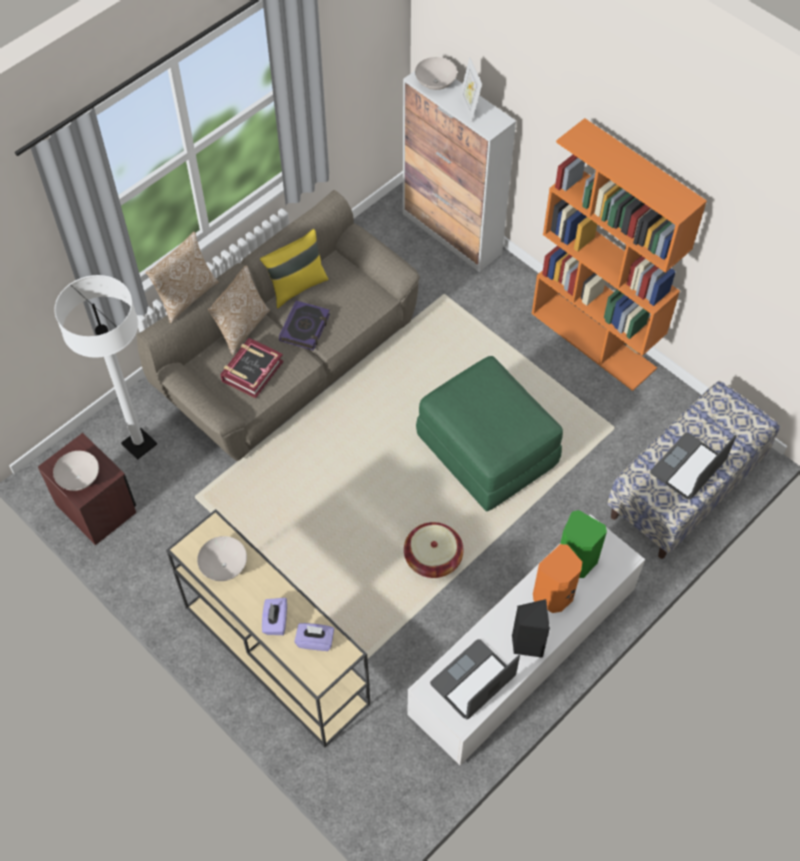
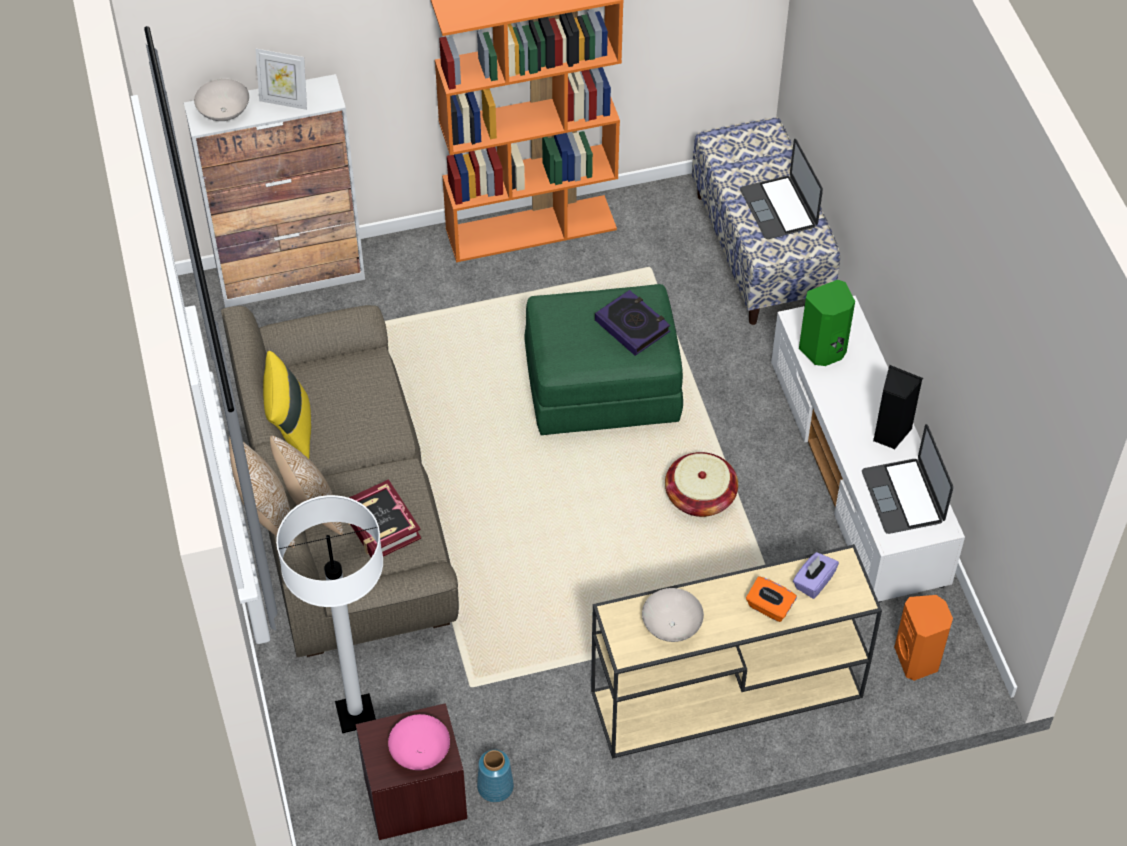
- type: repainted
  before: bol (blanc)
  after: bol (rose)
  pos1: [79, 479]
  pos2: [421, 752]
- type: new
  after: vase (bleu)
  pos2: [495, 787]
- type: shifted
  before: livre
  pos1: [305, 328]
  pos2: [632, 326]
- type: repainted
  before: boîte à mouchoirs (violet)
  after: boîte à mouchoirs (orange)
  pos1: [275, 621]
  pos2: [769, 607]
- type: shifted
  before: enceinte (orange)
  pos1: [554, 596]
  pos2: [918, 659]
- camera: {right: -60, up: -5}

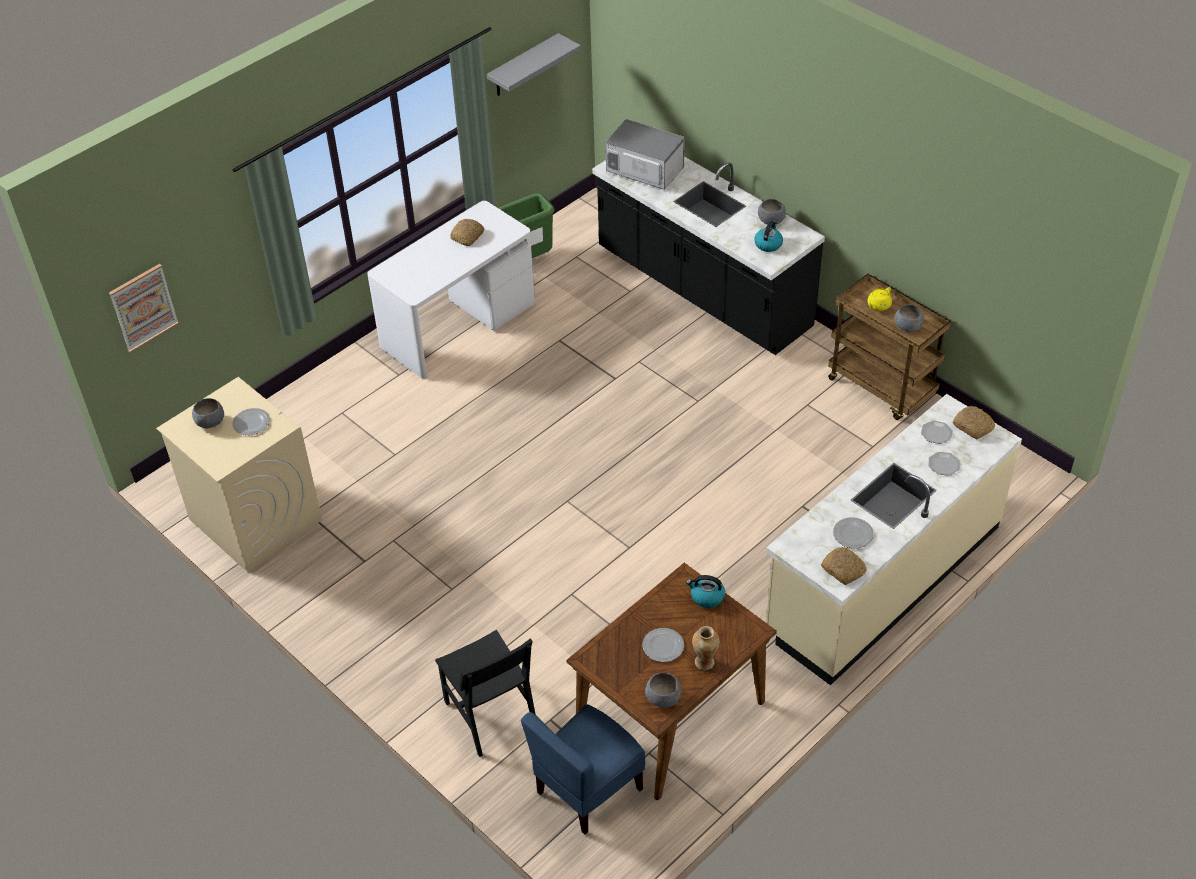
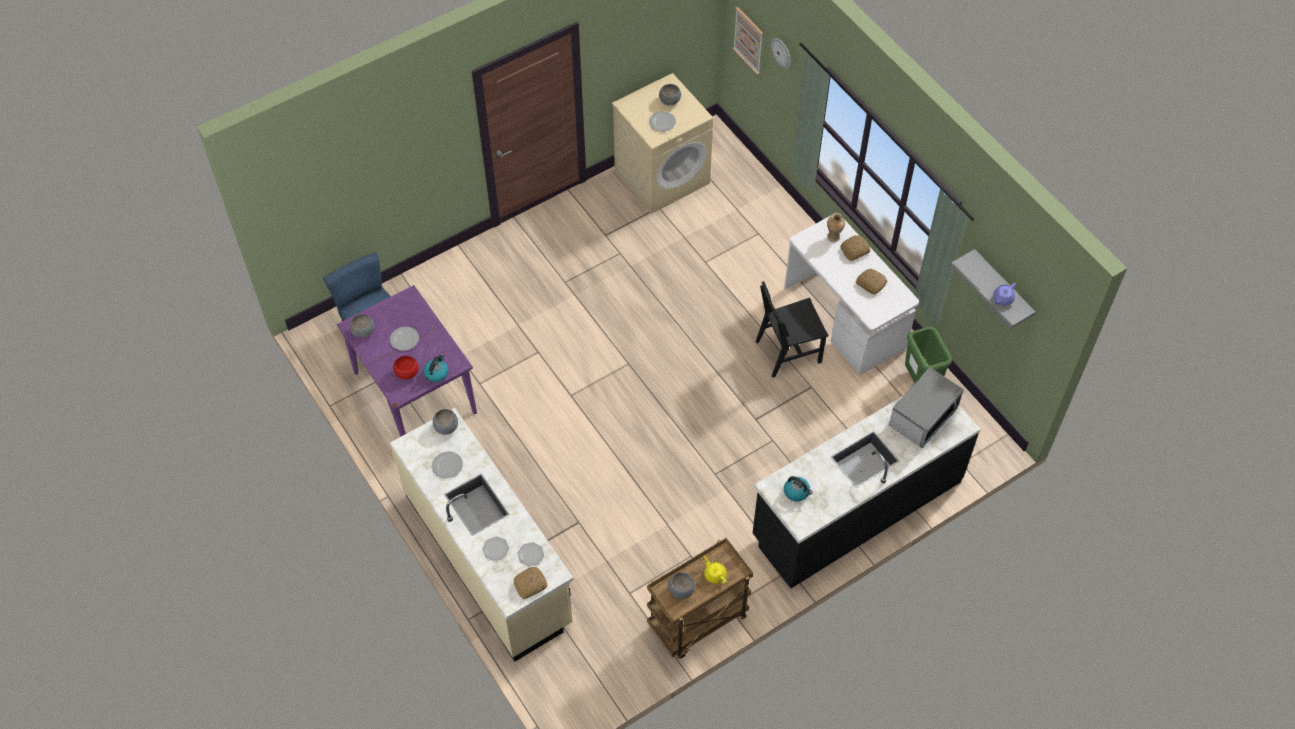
- type: repainted
  before: table à manger (marron)
  after: table à manger (violet)
  pos1: [671, 715]
  pos2: [415, 392]
- type: new
  after: bol (rouge)
  pos2: [407, 373]
- type: shifted
  before: bol (gris)
  pos1: [771, 220]
  pos2: [446, 427]
- type: shifted
  before: chaise (noir)
  pos1: [490, 714]
  pos2: [788, 351]
- type: new
  after: horloge murale
  pos2: [781, 52]
- type: shifted
  before: vase
  pos1: [705, 662]
  pos2: [833, 237]
- type: shifted
  before: pain
  pos1: [844, 569]
  pos2: [854, 251]
- type: new
  after: théière (violet)
  pos2: [1002, 299]
- camera: {right: 100, up: 10}

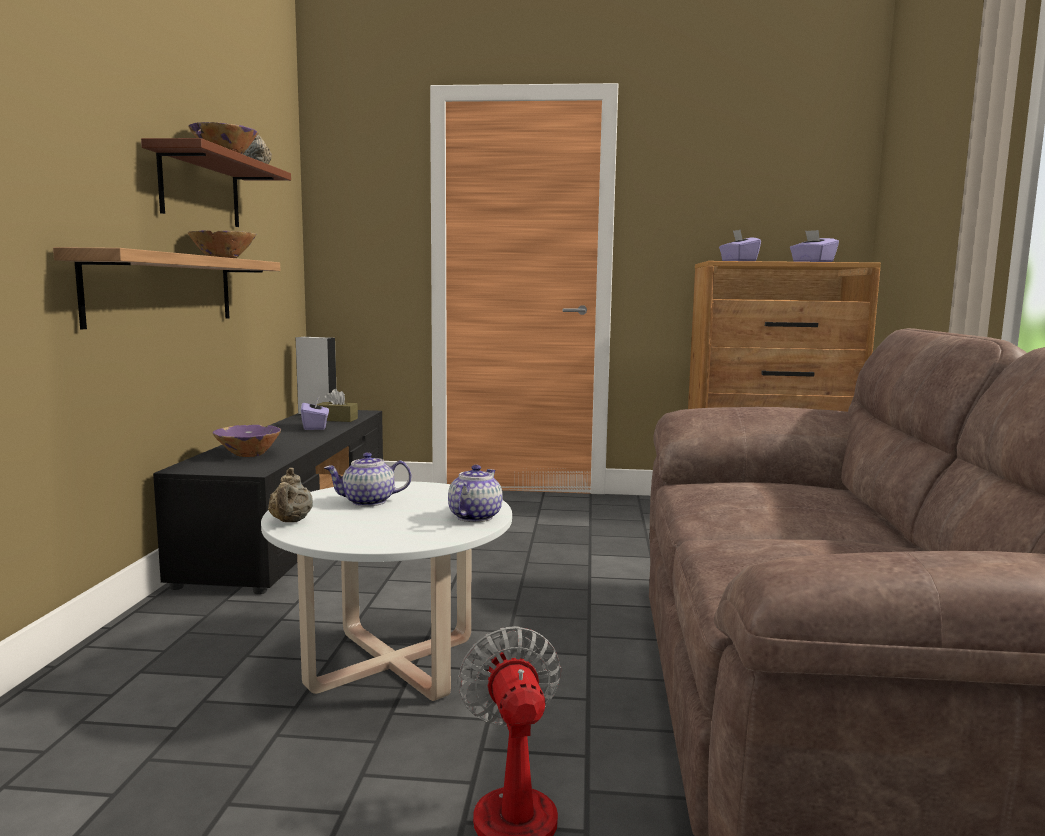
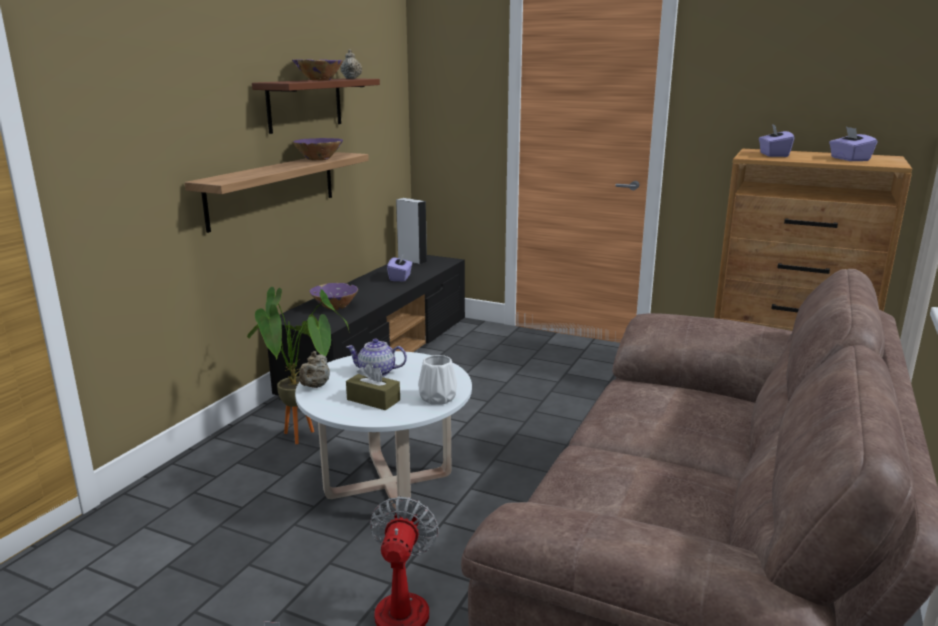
- type: new
  after: plante en pot
  pos2: [303, 438]
- type: shifted
  before: boîte à mouchoirs (marron)
  pos1: [337, 419]
  pos2: [373, 400]
- type: swapped
  before: théière
  after: vase (blanc)
  pos1: [474, 516]
  pos2: [436, 398]
- camera: {right: 20, up: 10}

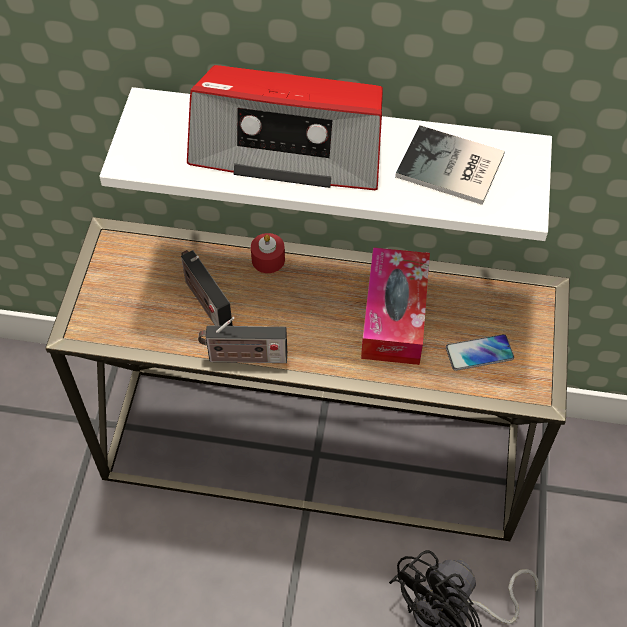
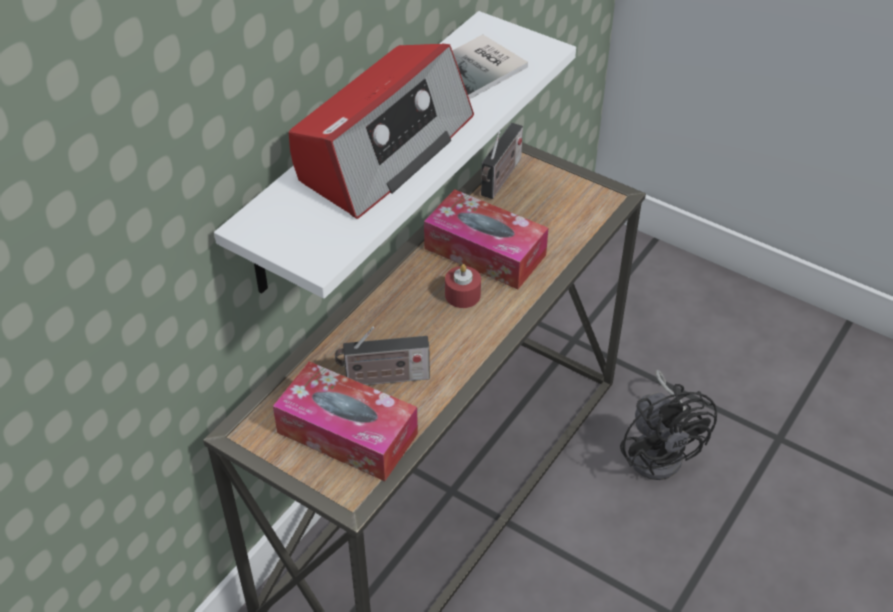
- type: new
  after: boîte à mouchoirs
  pos2: [347, 433]
- type: shifted
  before: bougie (rouge)
  pos1: [268, 259]
  pos2: [462, 295]
- type: shifted
  before: radio
  pos1: [244, 357]
  pos2: [500, 179]
- type: gone
  before: téléphone
  pos1: [479, 353]
- camera: {right: -65, up: -10}

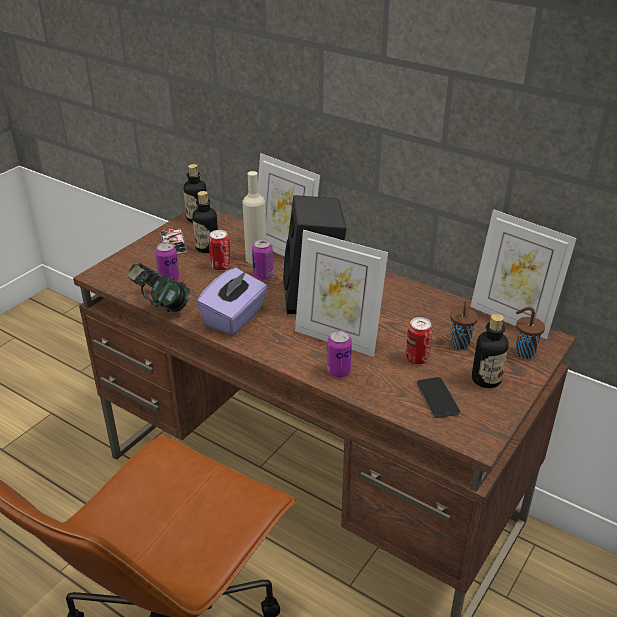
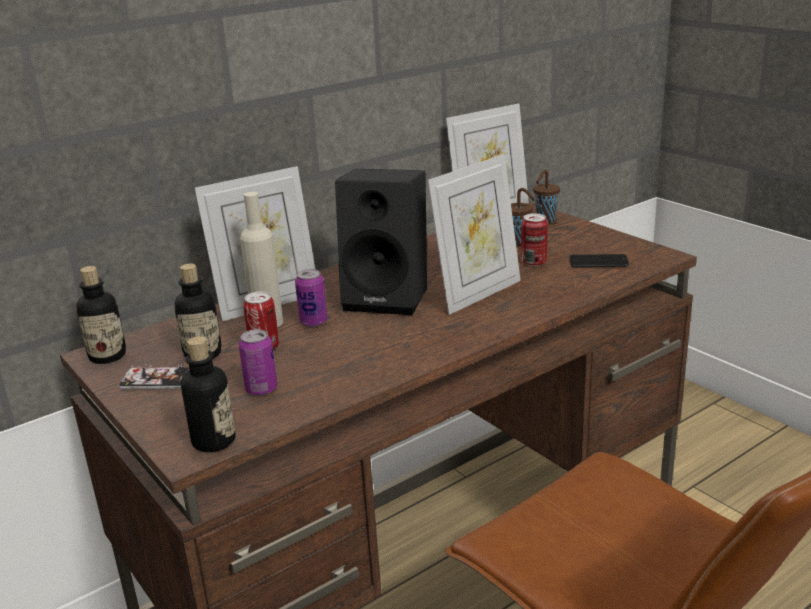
- type: shifted
  before: bouteille
  pos1: [486, 379]
  pos2: [214, 441]
- type: gone
  before: casque audio
  pos1: [160, 305]
- type: gone
  before: boîte à mouchoirs (violet)
  pos1: [235, 318]
- type: gone
  before: boîte métallique
  pos1: [338, 371]
- camera: {right: -70, up: -10}

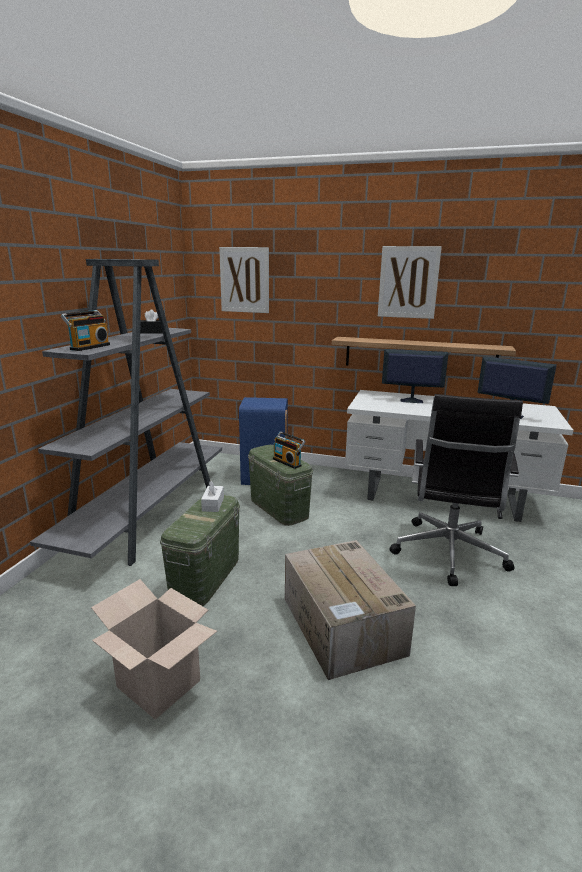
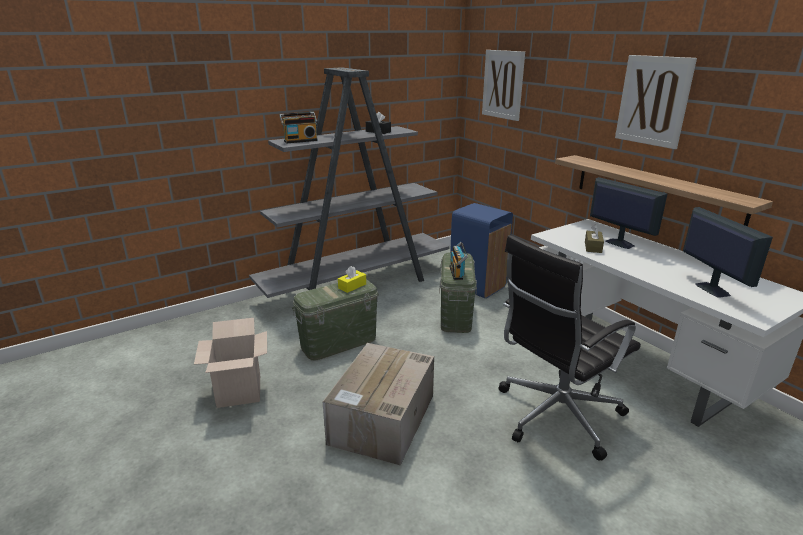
- type: repainted
  before: boîte à mouchoirs (blanc)
  after: boîte à mouchoirs (jaune)
  pos1: [213, 504]
  pos2: [352, 286]
- type: new
  after: boîte à mouchoirs (marron)
  pos2: [593, 247]
- camera: {right: 40, up: 5}

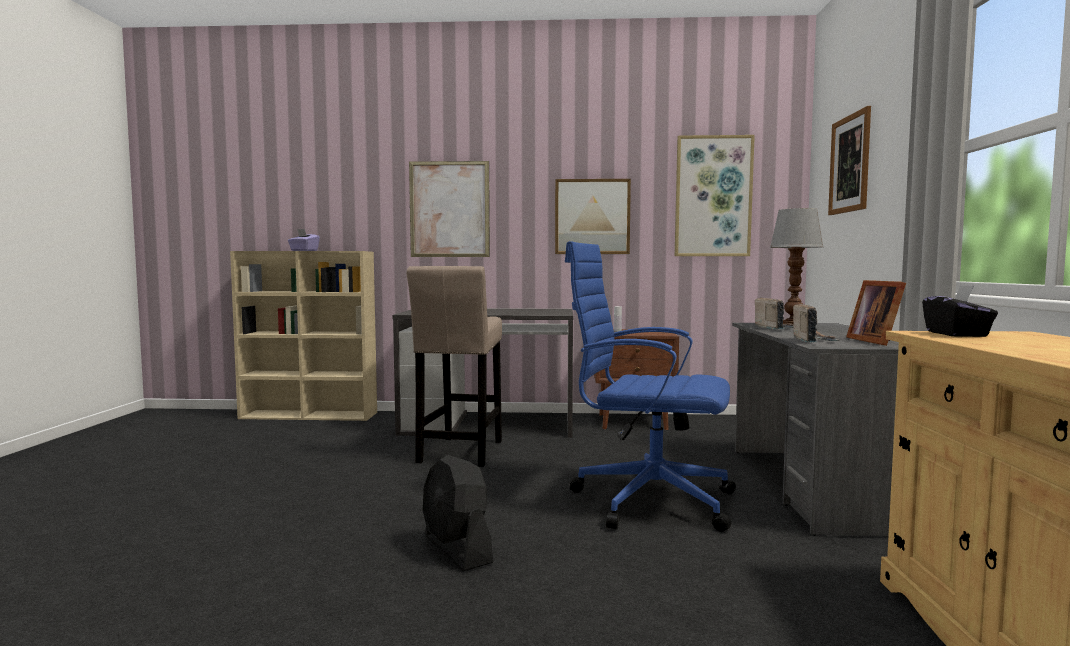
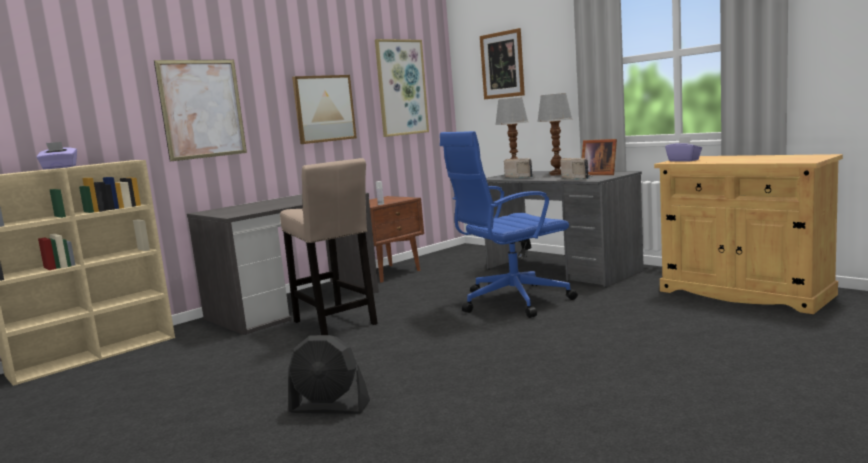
- type: shifted
  before: ventilateur (noir)
  pos1: [457, 549]
  pos2: [330, 407]
- type: new
  after: lampe de table
  pos2: [557, 174]
- type: repainted
  before: boîte à mouchoirs (noir)
  after: boîte à mouchoirs (violet)
  pos1: [957, 334]
  pos2: [684, 160]
- camera: {right: -45, up: 5}

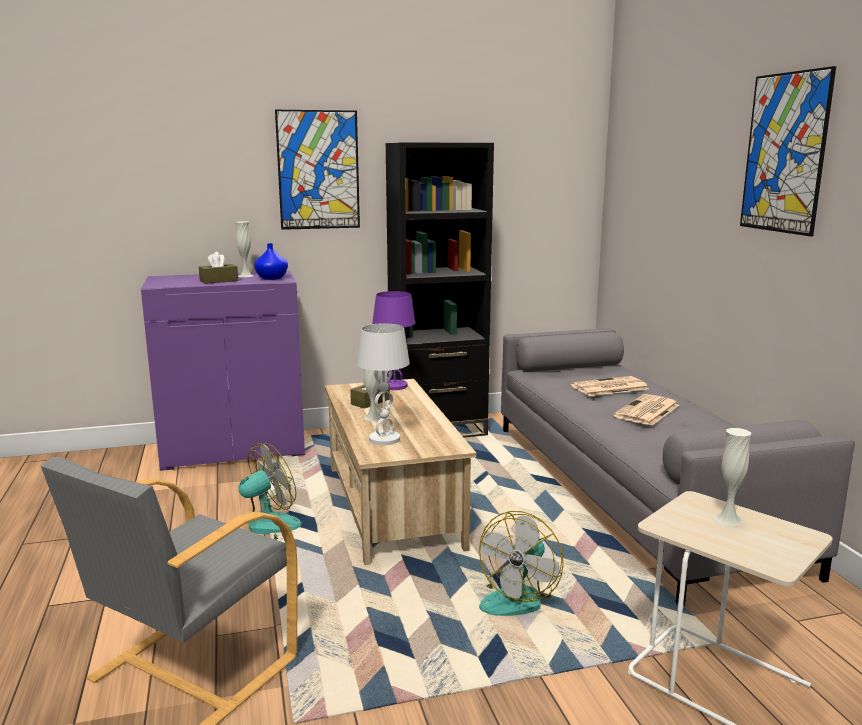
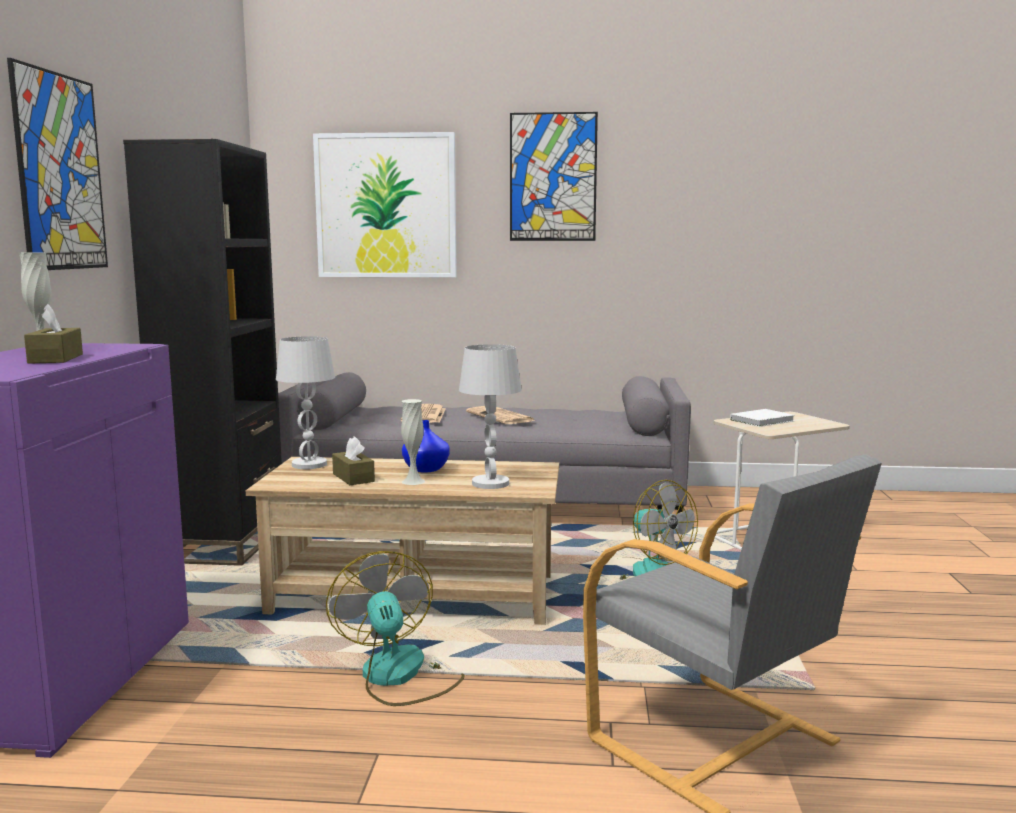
- type: repainted
  before: lampe de table (violet)
  after: lampe de table (blanc)
  pos1: [395, 386]
  pos2: [309, 464]
- type: new
  after: tableau
  pos2: [386, 206]
- type: shifted
  before: vase (bleu)
  pos1: [272, 278]
  pos2: [425, 469]
- type: swapped
  before: vase (blanc)
  after: livre (blanc)
  pos1: [728, 519]
  pos2: [764, 420]
- camera: {right: -70, up: -5}

